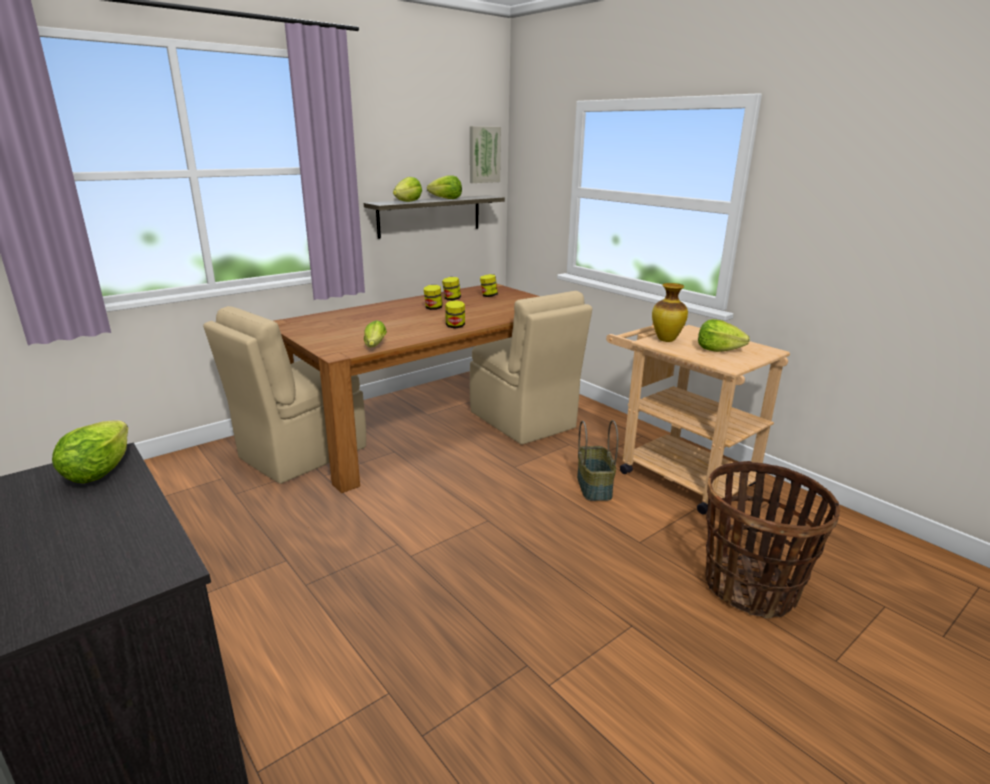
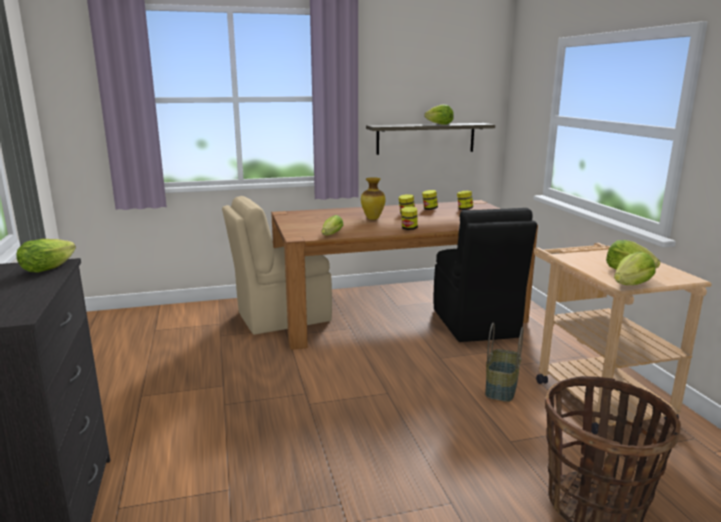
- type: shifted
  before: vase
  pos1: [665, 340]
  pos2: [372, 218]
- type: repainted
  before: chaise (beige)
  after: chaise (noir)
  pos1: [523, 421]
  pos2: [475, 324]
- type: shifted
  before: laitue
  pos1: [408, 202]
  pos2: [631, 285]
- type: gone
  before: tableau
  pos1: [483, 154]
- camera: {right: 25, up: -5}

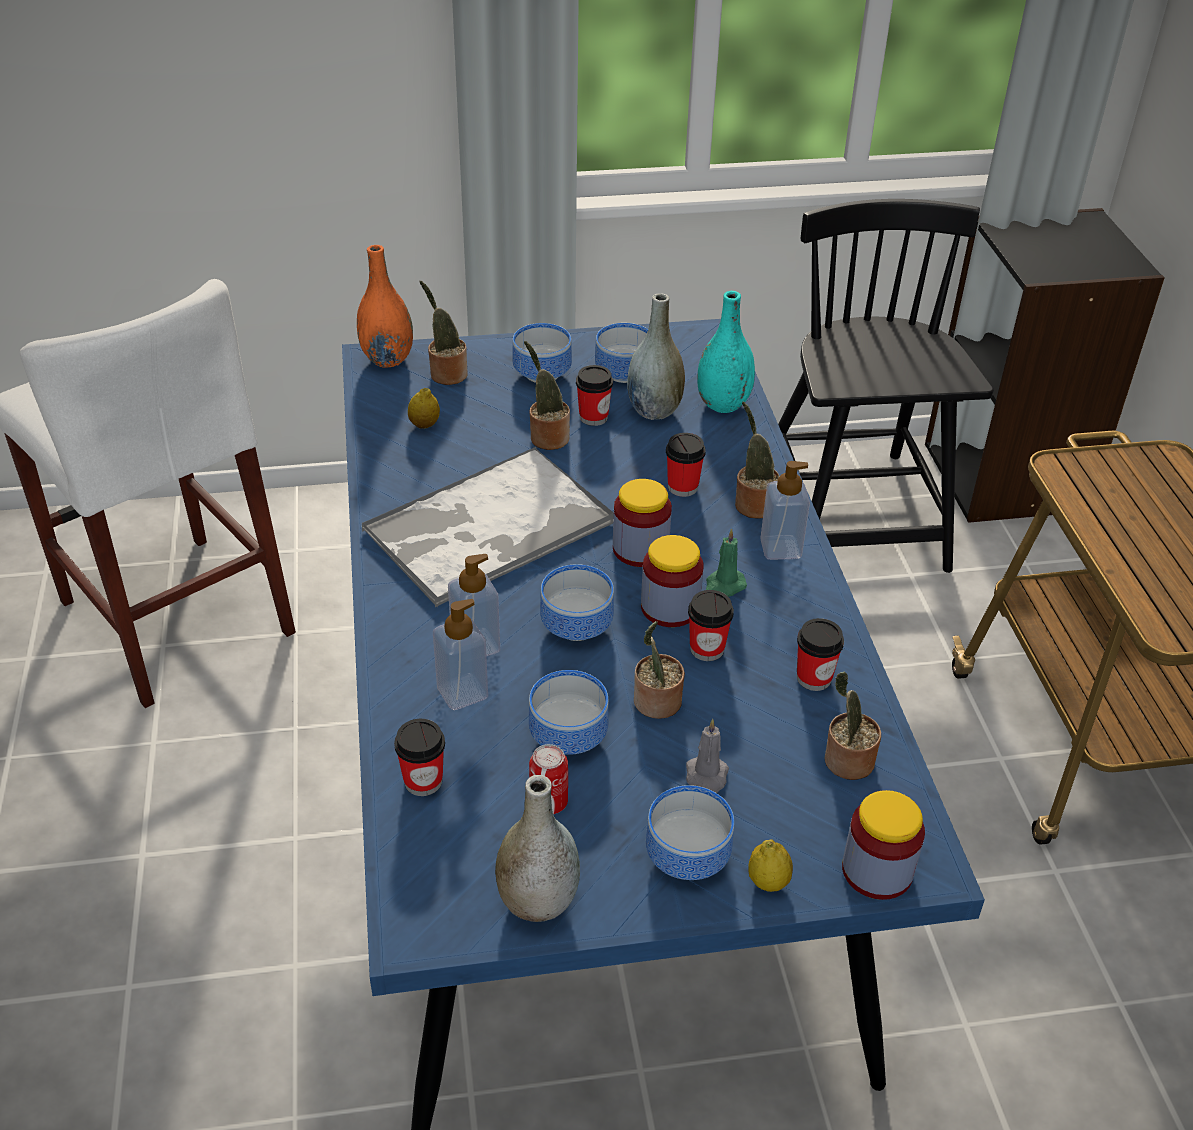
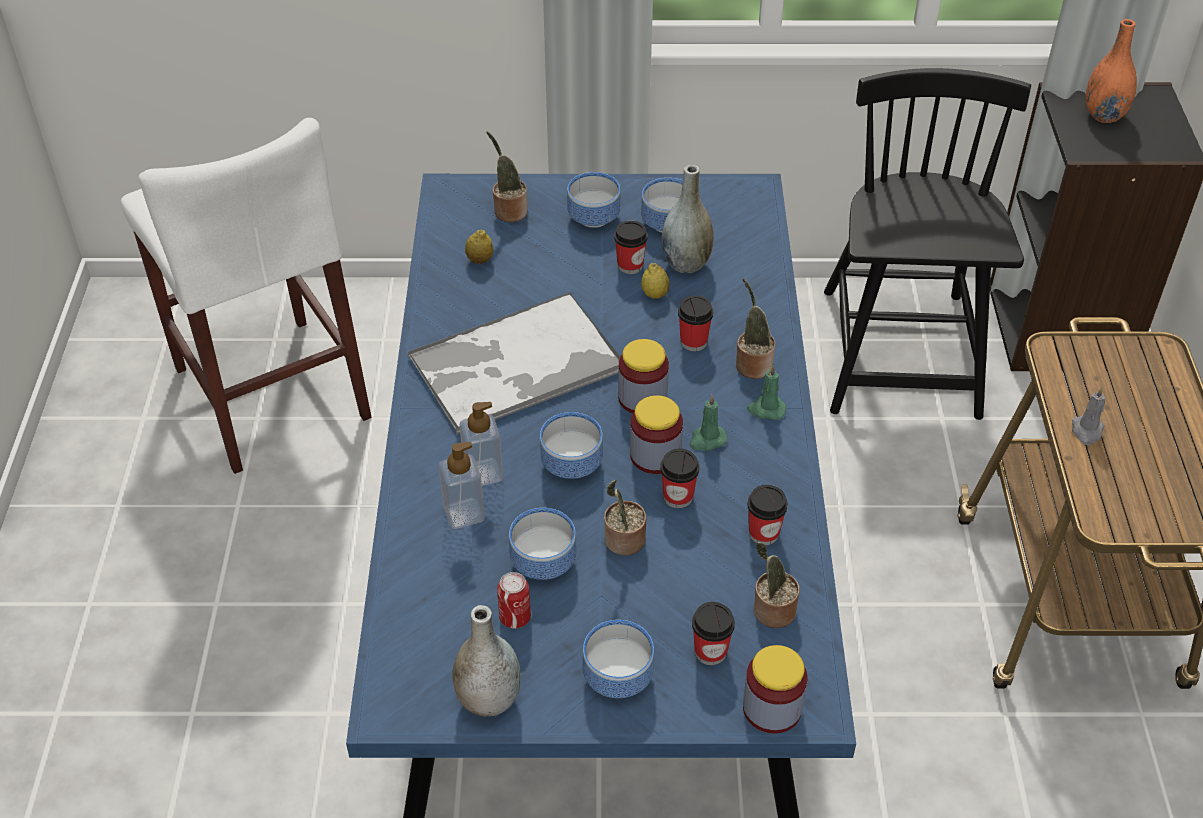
- type: shifted
  before: citron
  pos1: [768, 882]
  pos2: [655, 295]
- type: shifted
  before: tasse
  pos1: [423, 781]
  pos2: [710, 651]
- type: swapped
  before: distributeur de savon
  after: bougie (vert)
  pos1: [780, 548]
  pos2: [766, 409]
- type: shifted
  before: bougie (gris)
  pos1: [706, 778]
  pos2: [1086, 431]
- type: shifted
  before: vase (orange)
  pos1: [387, 359]
  pos2: [1103, 115]
- type: gone
  before: plante en pot
  pos1: [547, 437]
- type: gone
  before: vase (turquoise)
  pos1: [723, 404]
- camera: {right: 10, up: 5}

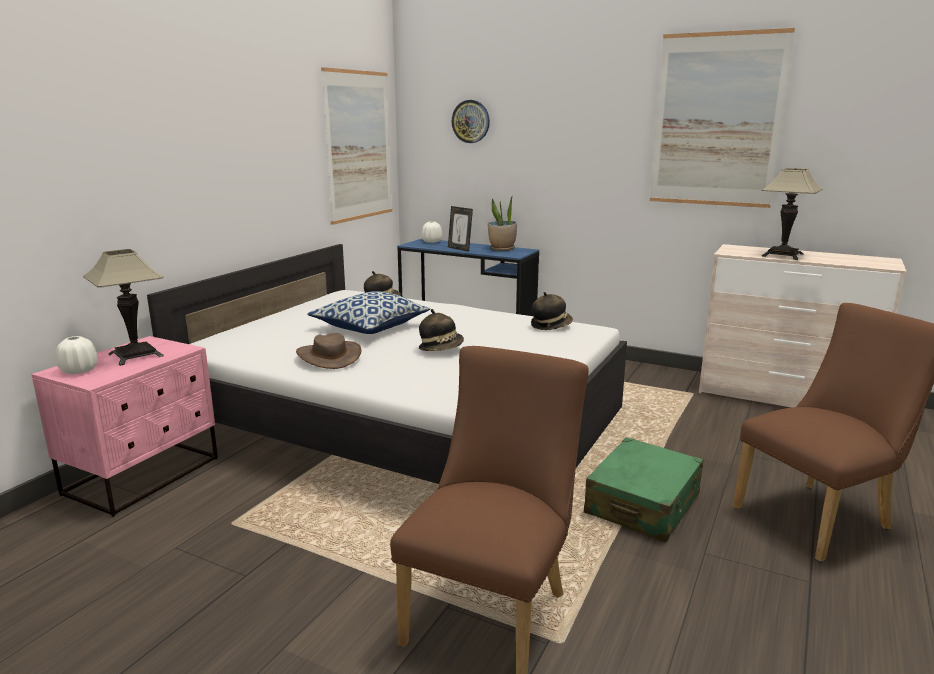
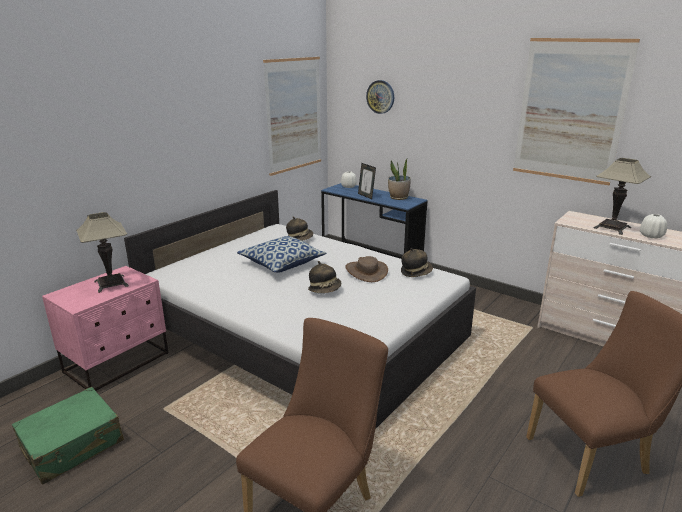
- type: shifted
  before: valise (vert)
  pos1: [643, 504]
  pos2: [73, 445]
- type: shifted
  before: chapeau (marron)
  pos1: [329, 356]
  pos2: [366, 271]
- type: shifted
  before: vase (blanc)
  pos1: [79, 370]
  pos2: [651, 236]
- camera: {right: 10, up: 5}

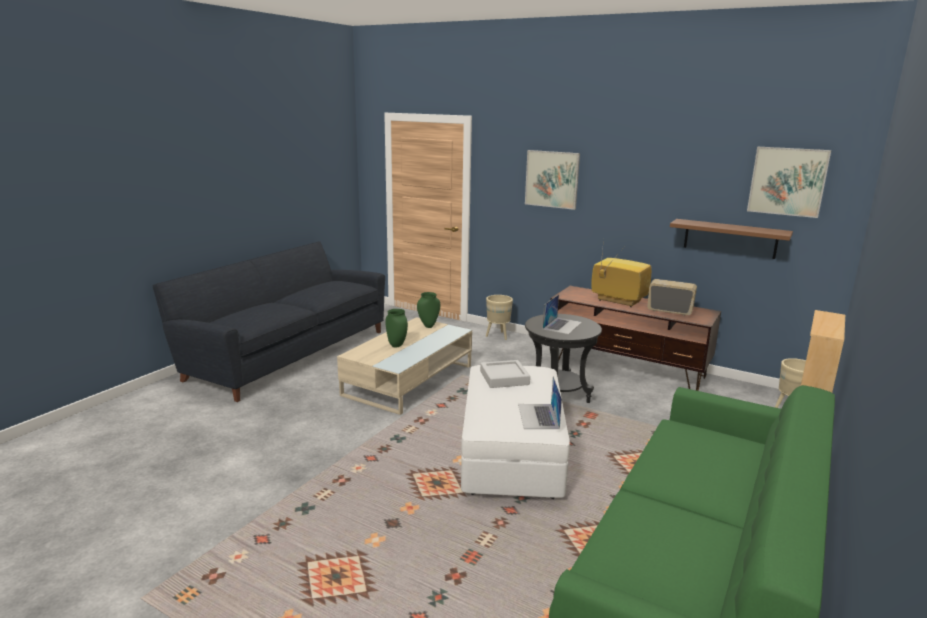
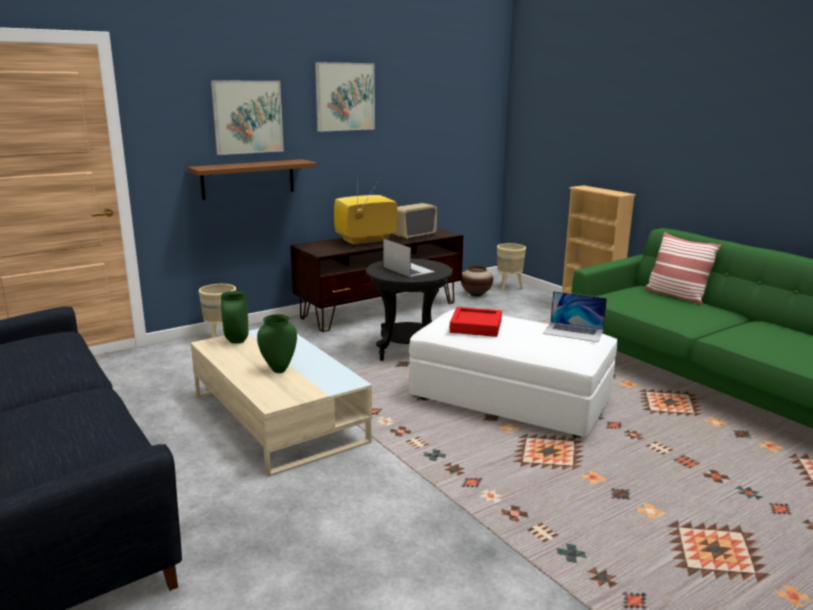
- type: shifted
  before: étagère (marron)
  pos1: [730, 238]
  pos2: [248, 179]
- type: shifted
  before: tableau
  pos1: [787, 181]
  pos2: [345, 97]
- type: repainted
  before: plateau (gris)
  after: plateau (rouge)
  pos1: [504, 378]
  pos2: [476, 326]
- type: new
  after: vase
  pos2: [476, 294]
- type: new
  after: coussin
  pos2: [676, 295]
- camera: {right: -65, up: 0}

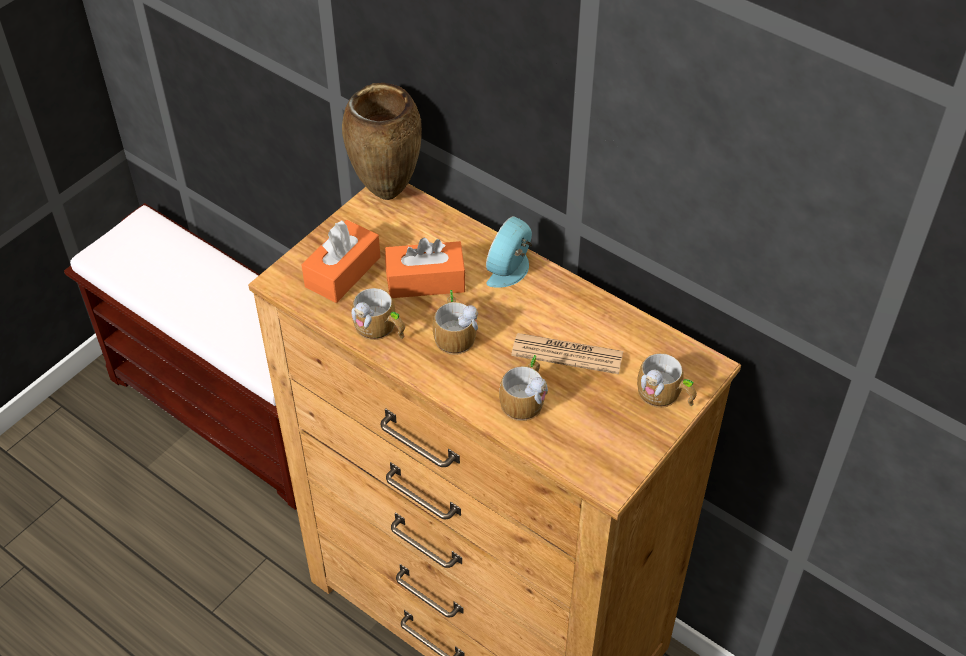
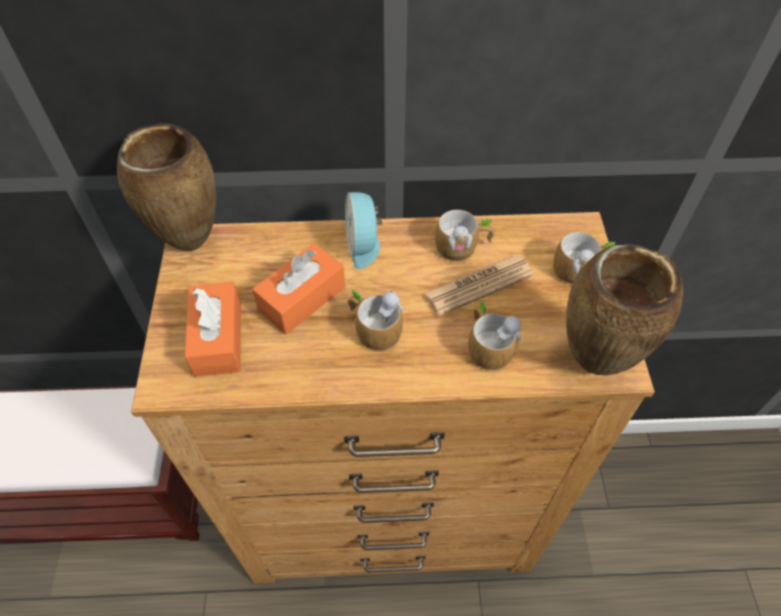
- type: shifted
  before: mug
  pos1: [380, 329]
  pos2: [463, 247]
- type: new
  after: vase (marron)
  pos2: [593, 361]
- camera: {right: -40, up: 5}

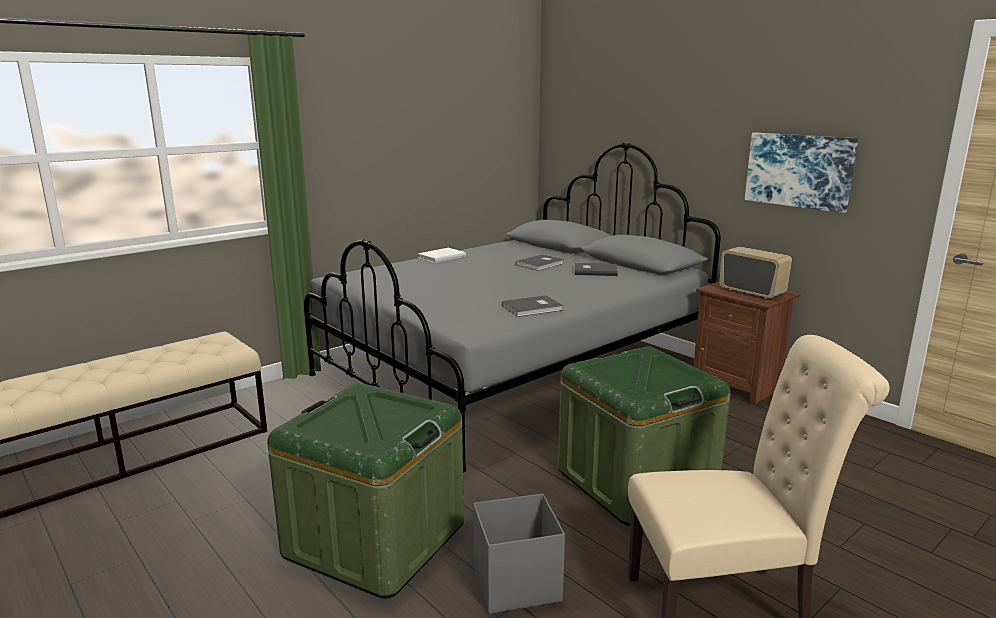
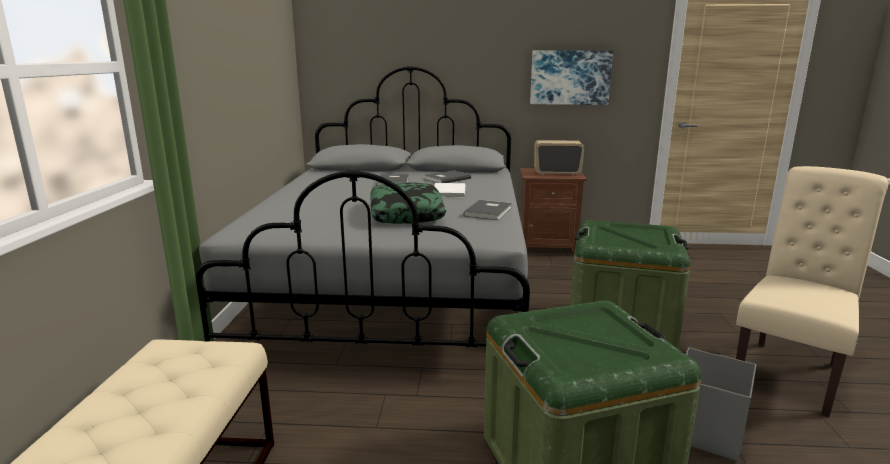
- type: new
  after: coussin
  pos2: [406, 214]
- type: shifted
  before: livre (blanc)
  pos1: [440, 256]
  pos2: [448, 192]
- camera: {right: -45, up: 0}

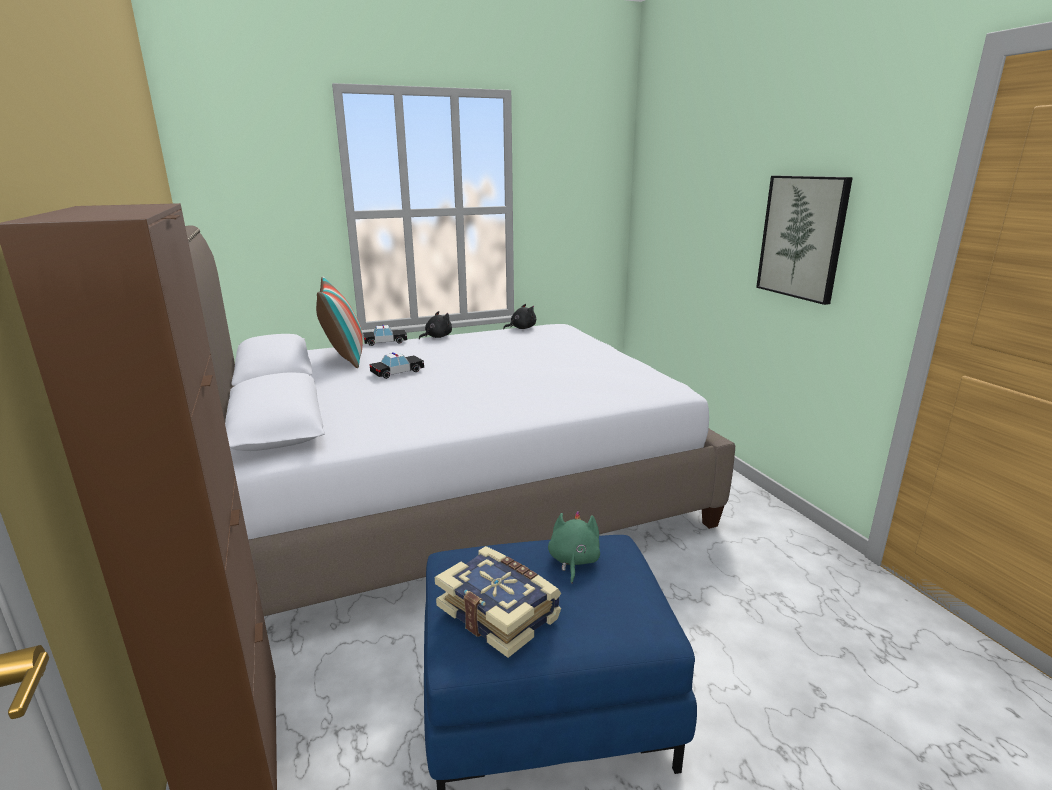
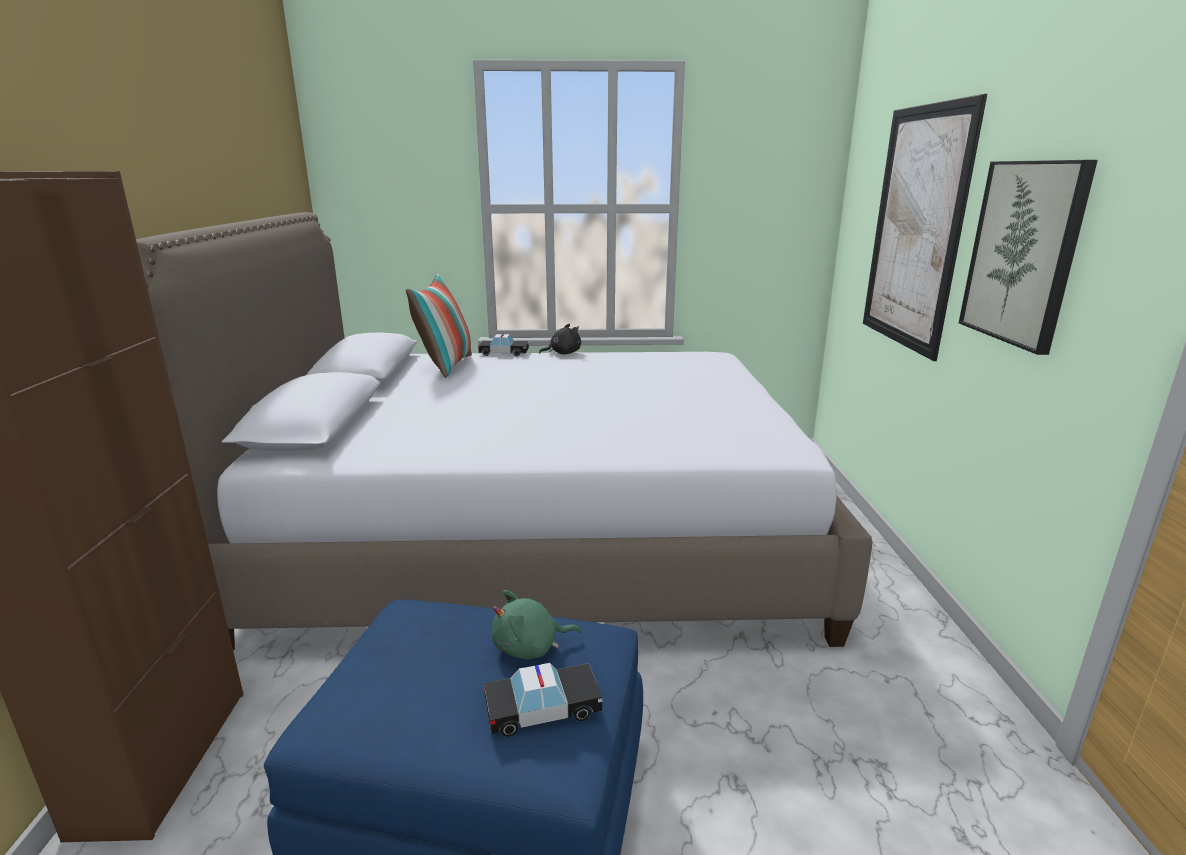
- type: shifted
  before: petite voiture
  pos1: [397, 372]
  pos2: [542, 709]
- type: rotated
  before: peluche (vert)
  pos1: [573, 561]
  pos2: [530, 647]
  turn: -135
- type: new
  after: tableau
  pos2: [915, 228]
- type: gone
  before: livre
  pos1: [500, 612]
- type: gone
  before: peluche (noir)
  pos1: [521, 328]
- camera: {right: 20, up: 0}

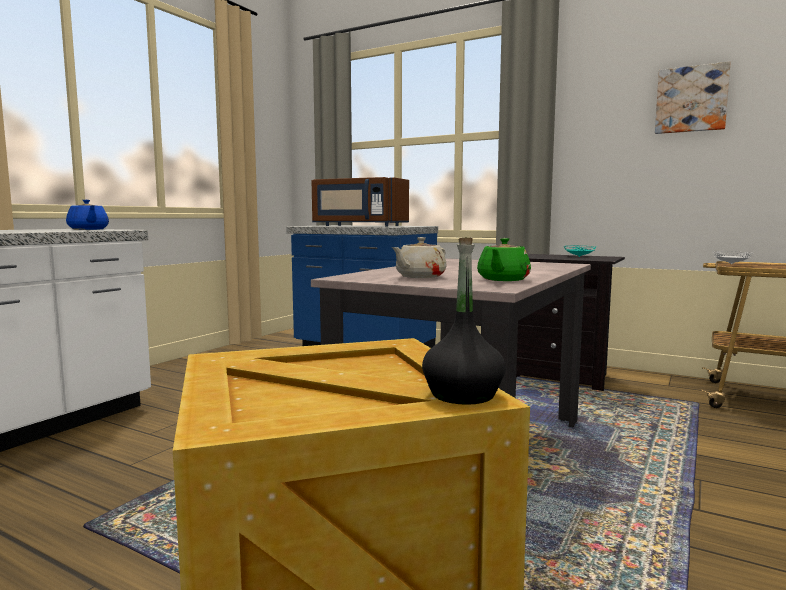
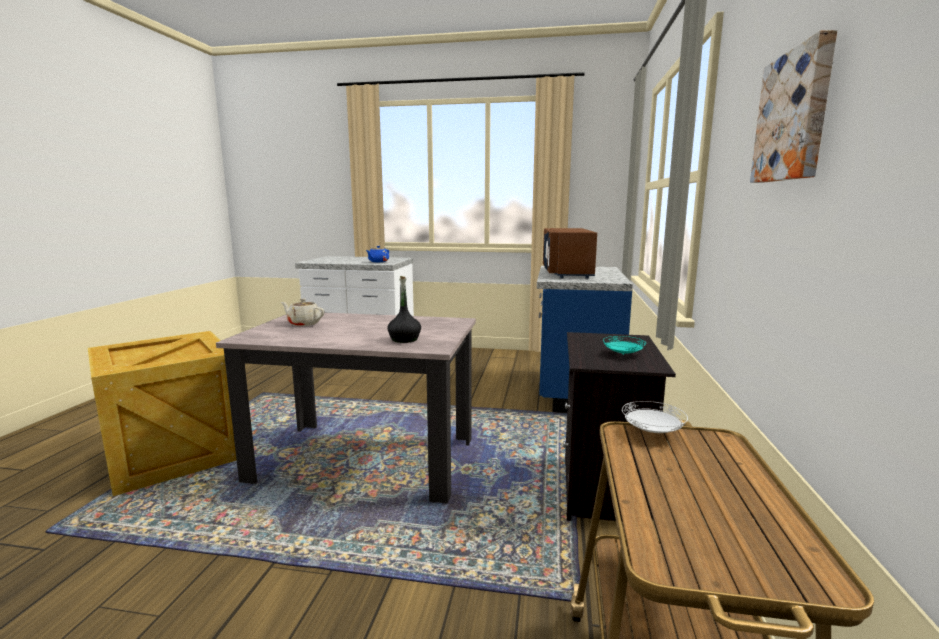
- type: shifted
  before: bouteille (noir)
  pos1: [462, 395]
  pos2: [404, 339]
- type: gone
  before: théière (vert)
  pos1: [503, 280]
- camera: {right: 70, up: 5}

